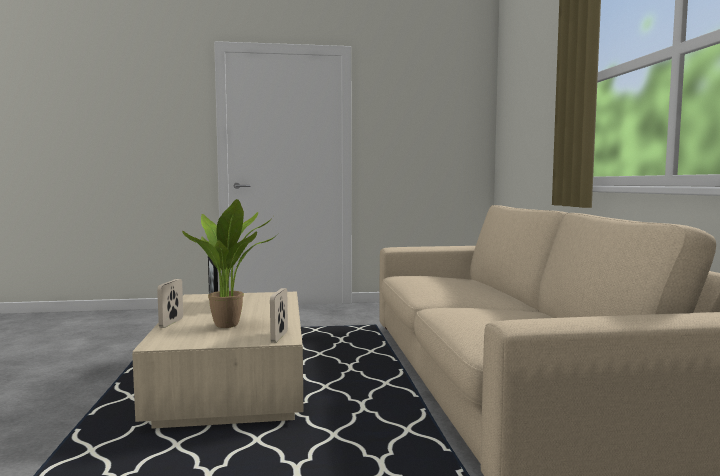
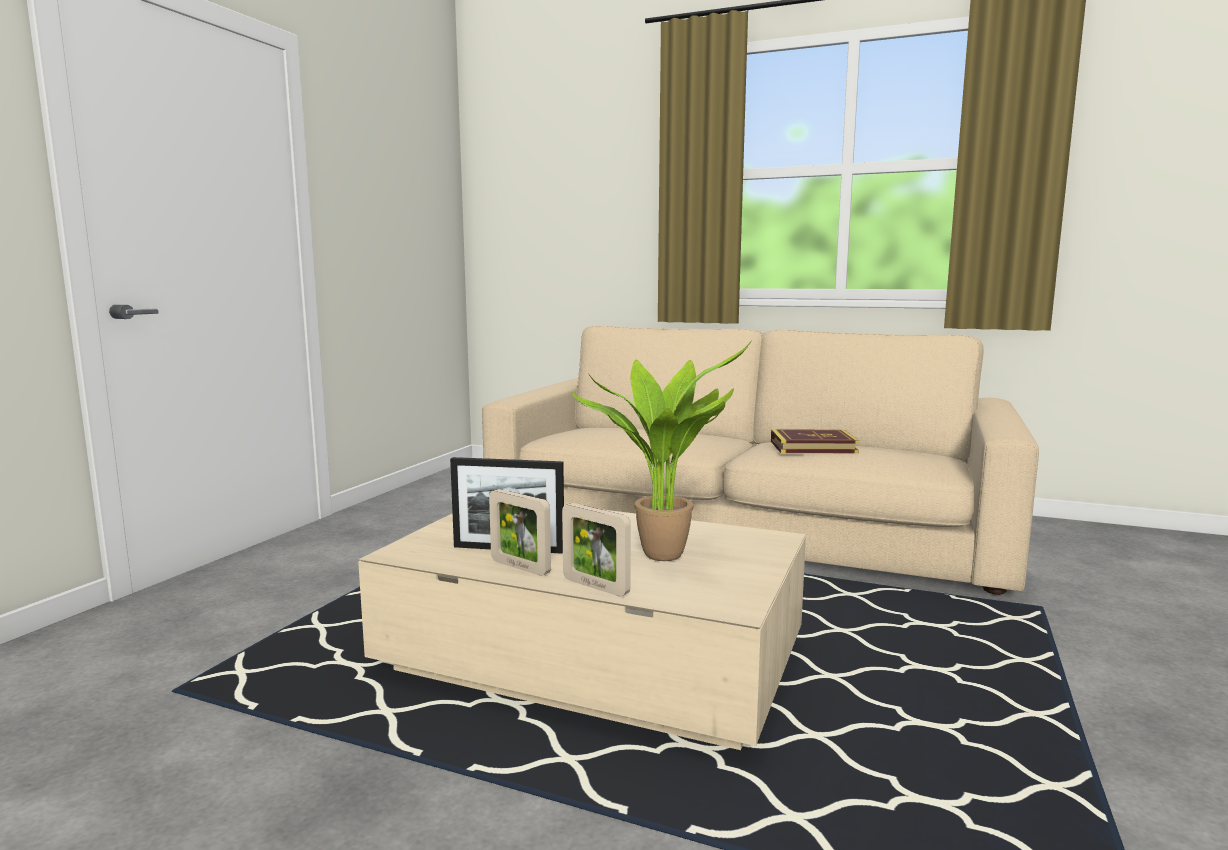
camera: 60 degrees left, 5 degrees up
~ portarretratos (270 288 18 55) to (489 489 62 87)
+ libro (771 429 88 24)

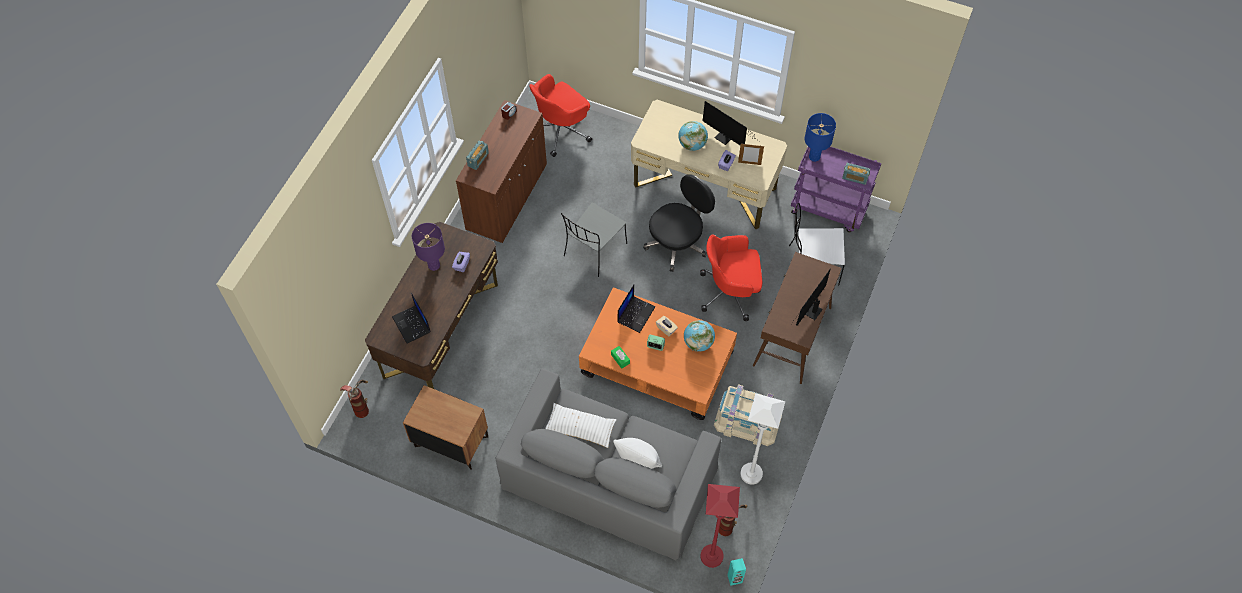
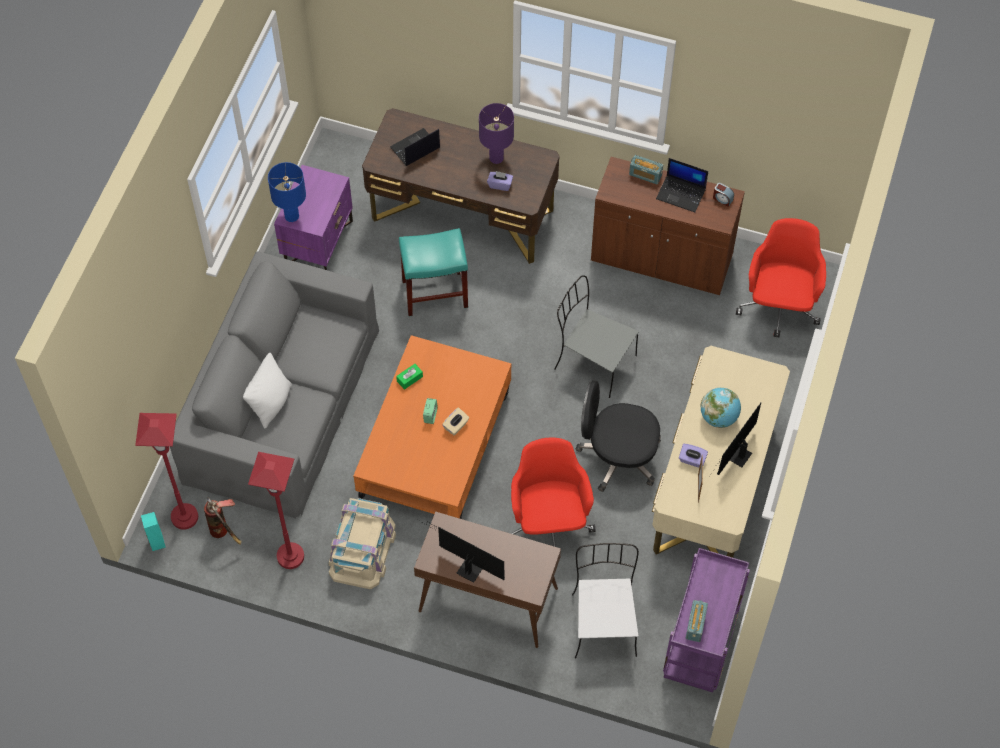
camera: 85 degrees right, 0 degrees up
- extintor (340 380 29 38)
~ mesita de noche/marrón (403 385 85 85) to mesita de noche/morado (274 165 79 105)
~ silla de oficina/rojo (529 74 63 83) = (736 218 90 119) 60 degrees clockwise
- cojín/blanco (545 403 72 45)
~ portátil (617 285 38 48) to (656 158 52 54)
~ silla de oficina/negro (643 174 72 98) = (575 380 86 112) 150 degrees clockwise
- globo terráqueo (684 320 31 32)
~ lámpara de pie/blanco (740 393 45 92) to lámpara de pie/rojo (248 452 56 117)
~ lámpara de mesa/azul (805 113 31 49) to (268 162 38 60)
+ taburete/turquesa (399 228 69 88)

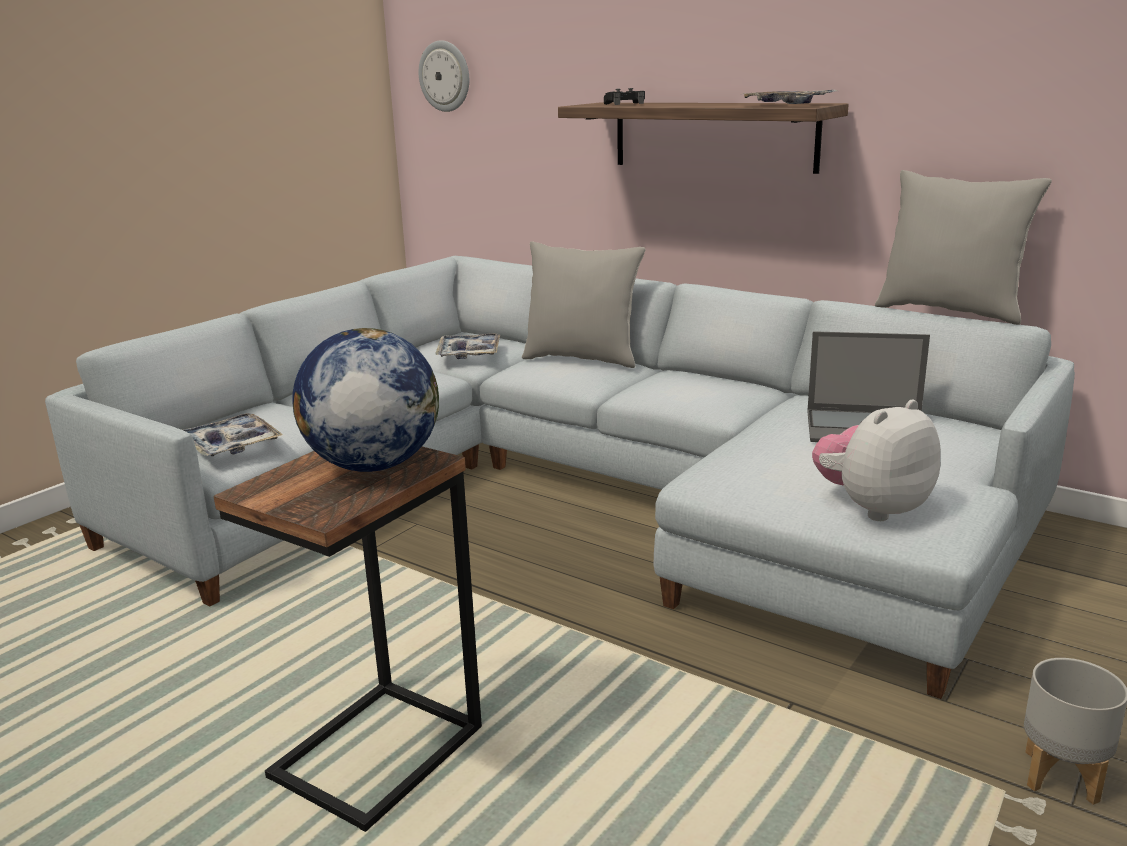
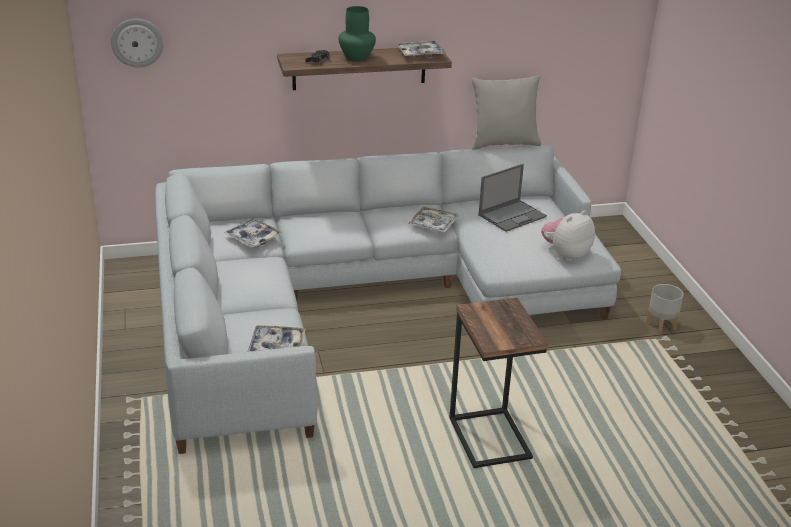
camera: 50 degrees left, 10 degrees up
- globo terráqueo (292 328 147 144)
- cojín/gris (522 241 124 127)
~ peluche (812 399 129 122) = (541 210 54 51) 45 degrees clockwise
+ florero/verde (338 6 38 56)
+ bandeja (408 206 51 26)

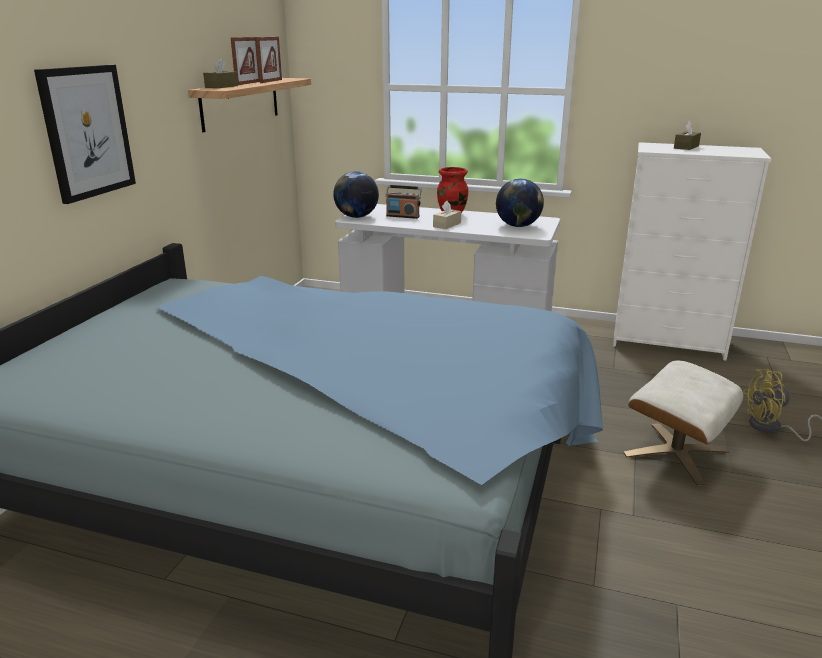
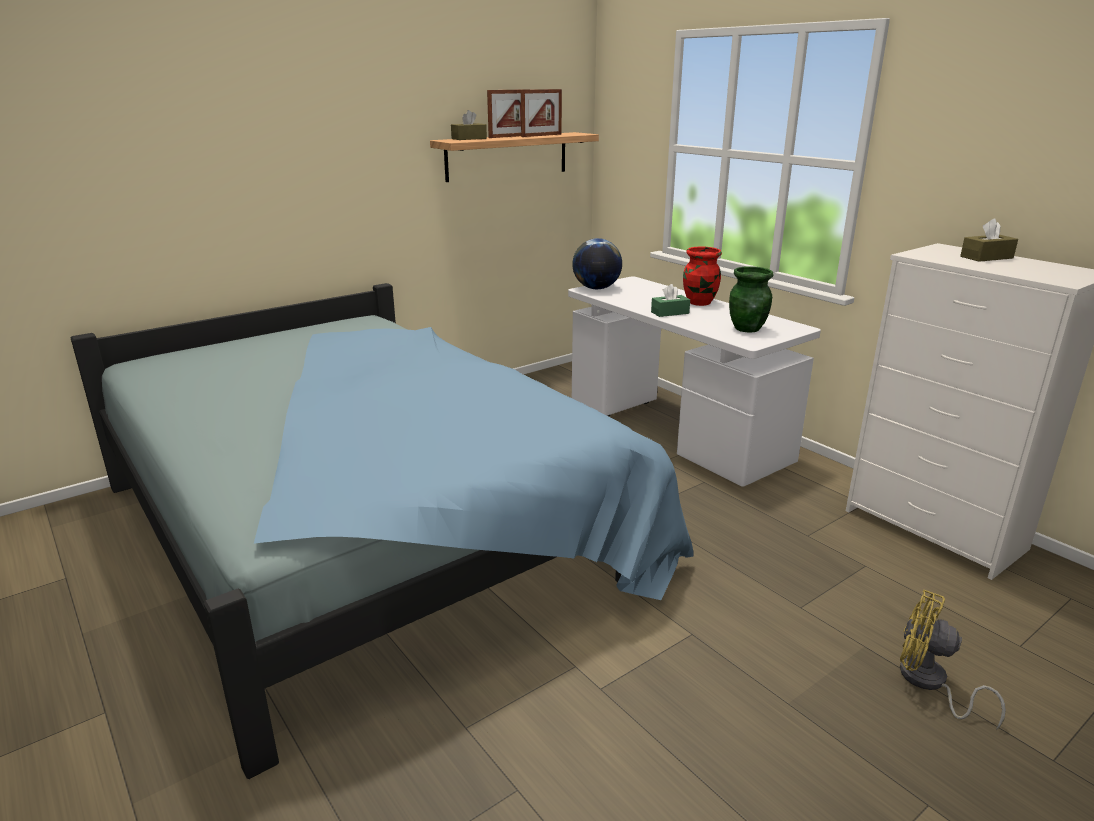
camera: 35 degrees right, 0 degrees up
- cuadro (34 65 102 139)
- radio (385 185 37 34)
~ caja de pañuelos/beis (433 201 28 28) to caja de pañuelos/verde (651 284 39 33)
~ globo terráqueo (496 178 48 49) to florero/verde (729 266 44 66)
- puf/beis (624 361 119 125)

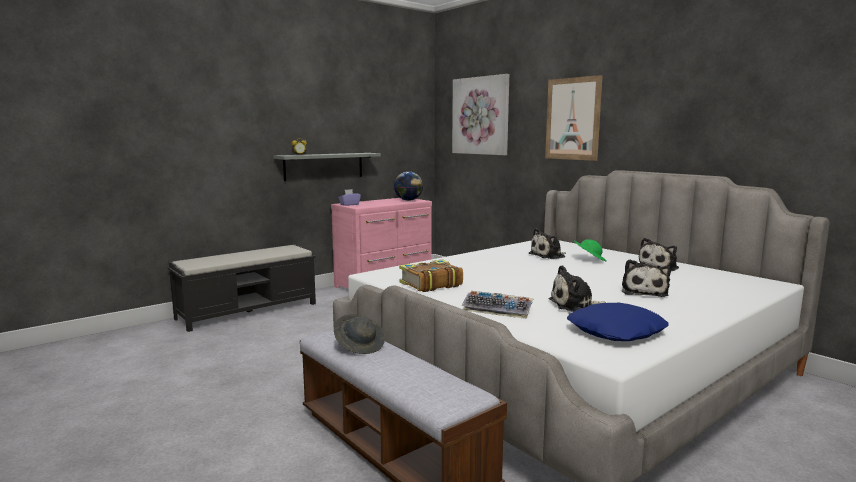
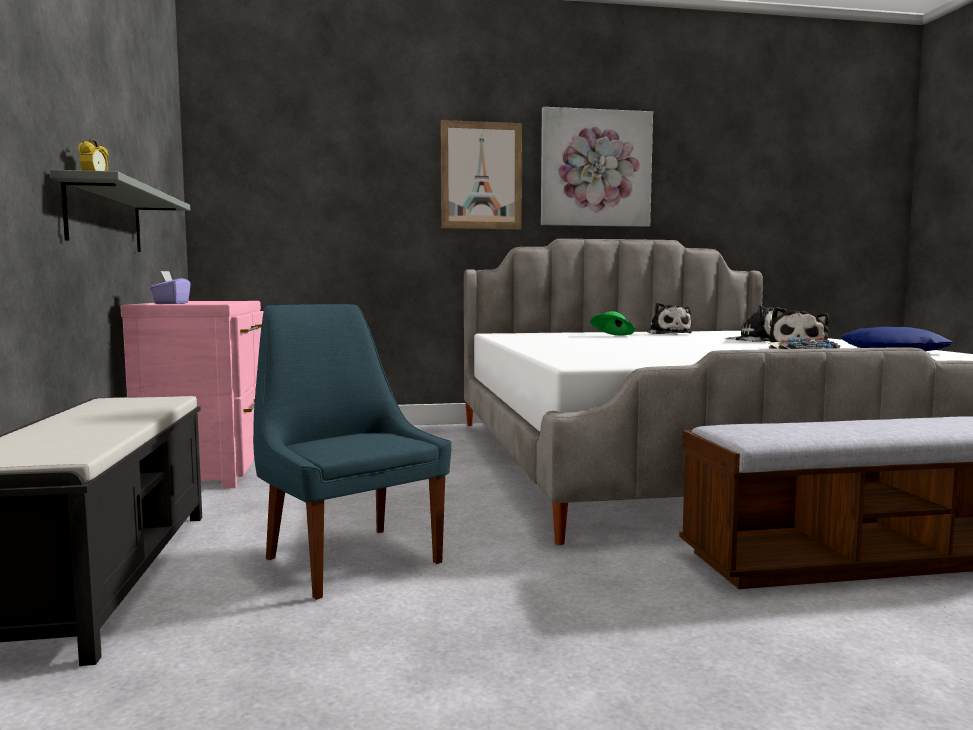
camera: 60 degrees left, 5 degrees down
- sombrero/gris (334 314 51 40)
- globo terráqueo (394 171 29 30)
- libro (399 259 64 33)
~ cuadro (452 74 57 81) to (541 107 112 120)
- peluche (528 228 38 31)
+ silla/azul (253 304 198 296)

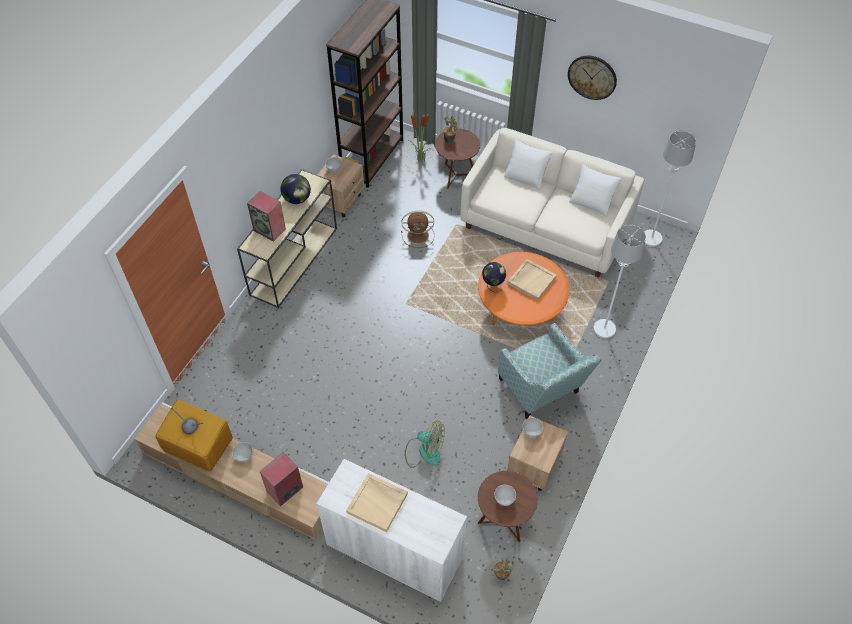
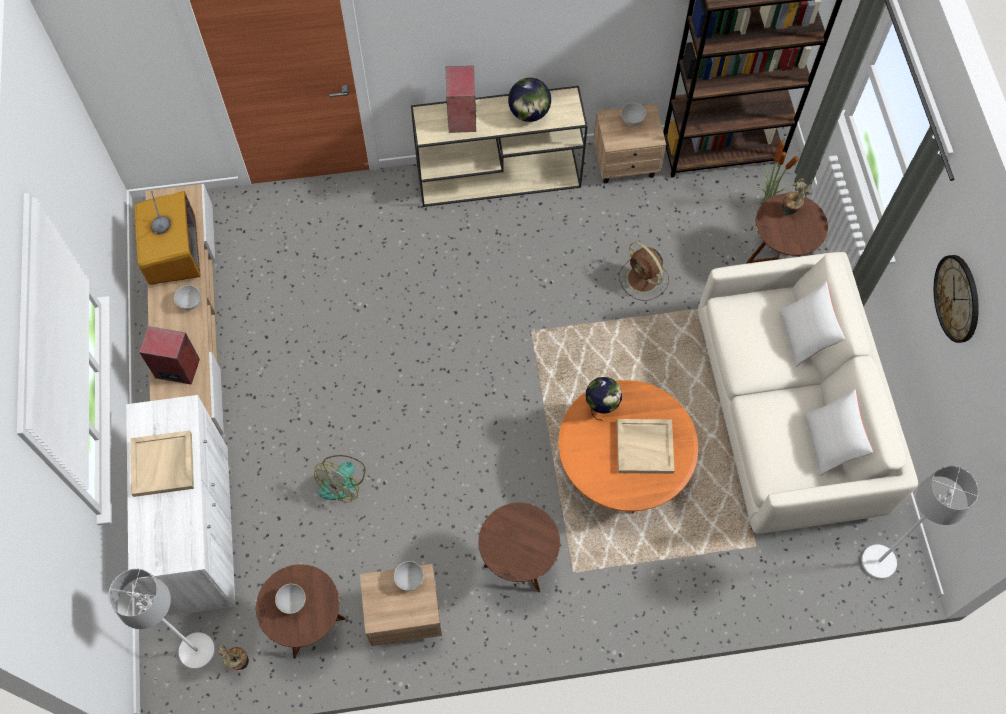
camera: 55 degrees right, 10 degrees up
~ ventilador (405 421 40 47) = (314 455 51 47) 45 degrees clockwise
~ sillón (498 323 103 96) to mesa auxiliar/marrón (479 503 81 89)
~ lámpara de pie/blanco (593 225 53 113) to (108 569 107 100)

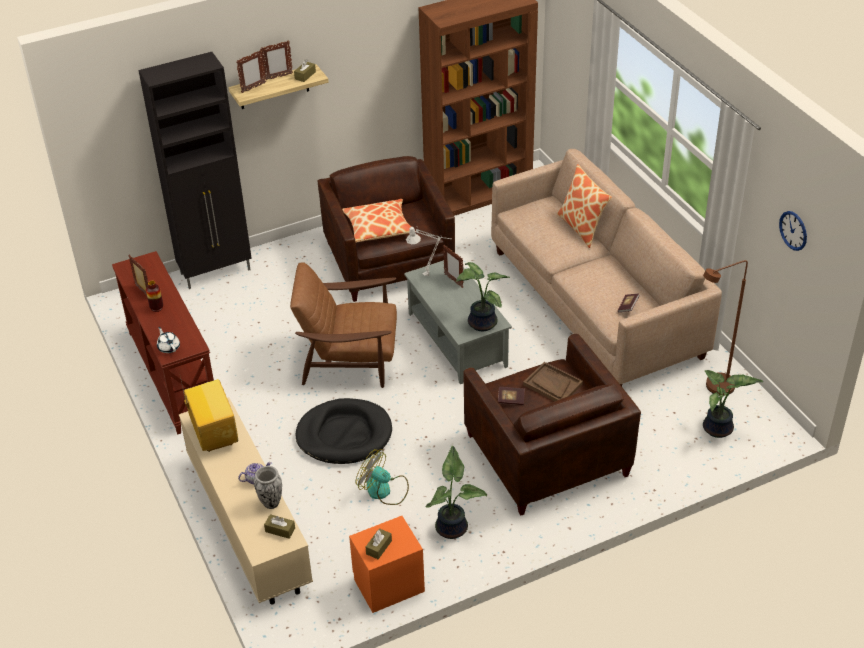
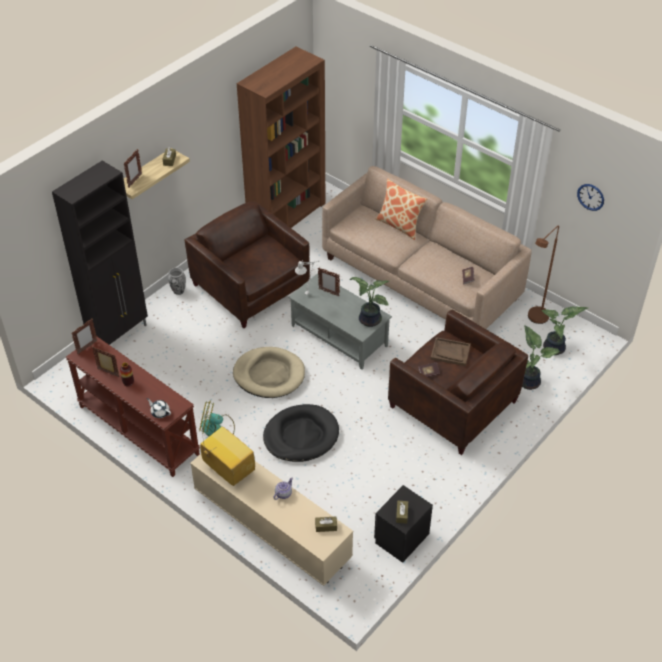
camera: 25 degrees left, 5 degrees up
~ florero (254 466 28 43) to (168 268 18 27)
~ portarretratos (260 41 33 39) to (71 318 26 36)
~ sillón/marrón (290 262 107 126) to cama para perro/beis (233 347 72 51)
- cojín (342 199 69 44)
~ mesita de noche/naranja (349 516 76 97) to mesita de noche/negro (374 485 59 78)
~ ventilador (355 449 54 56) to (199 400 36 36)
~ planta en maceta (426 446 61 93) to (522 325 37 65)

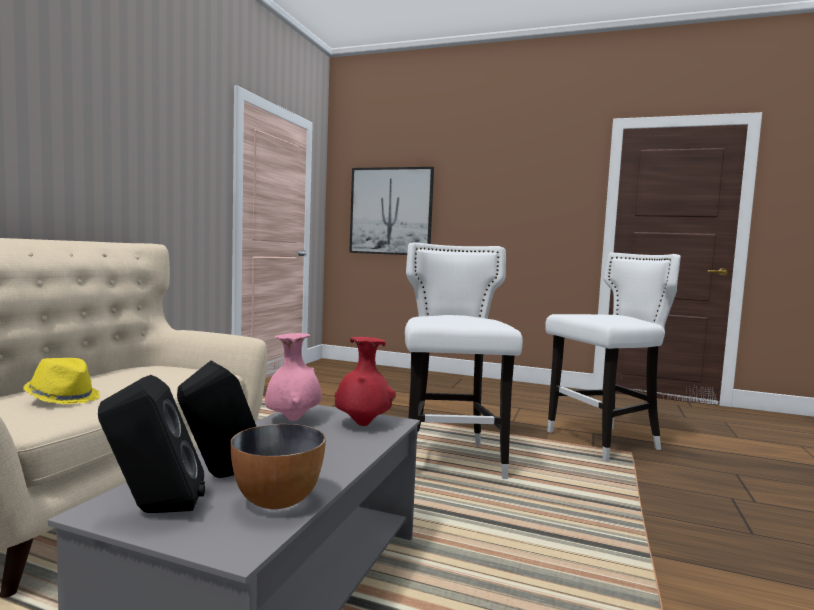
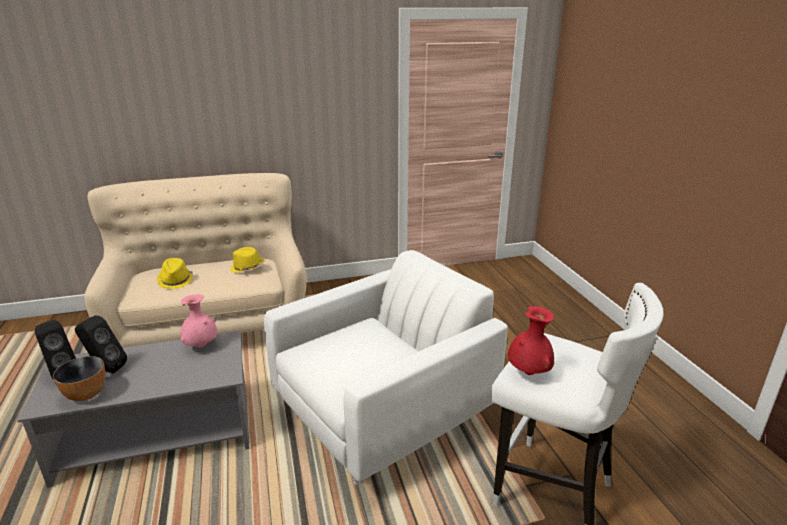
camera: 55 degrees right, 20 degrees up
~ florero/rojo (334 337 62 89) to (508 306 46 69)
- cuadro (349 167 85 88)
~ taburete/blanco (405 242 118 237) to sillón/blanco (264 250 244 235)
+ sombrero/amarillo (230 247 34 26)

